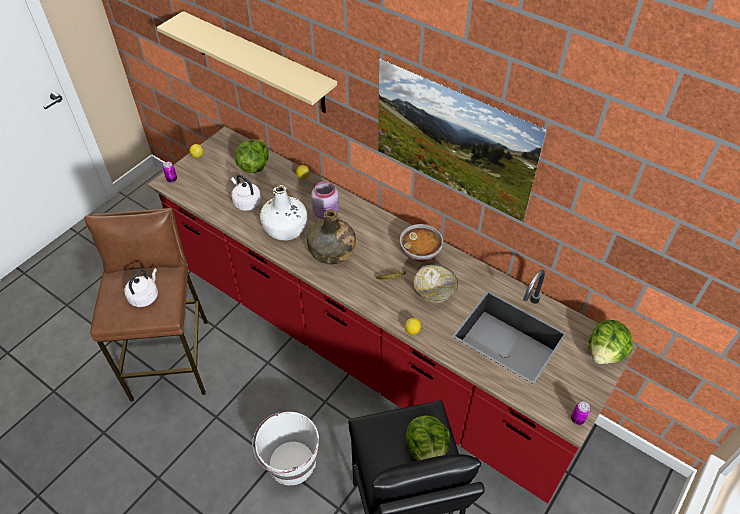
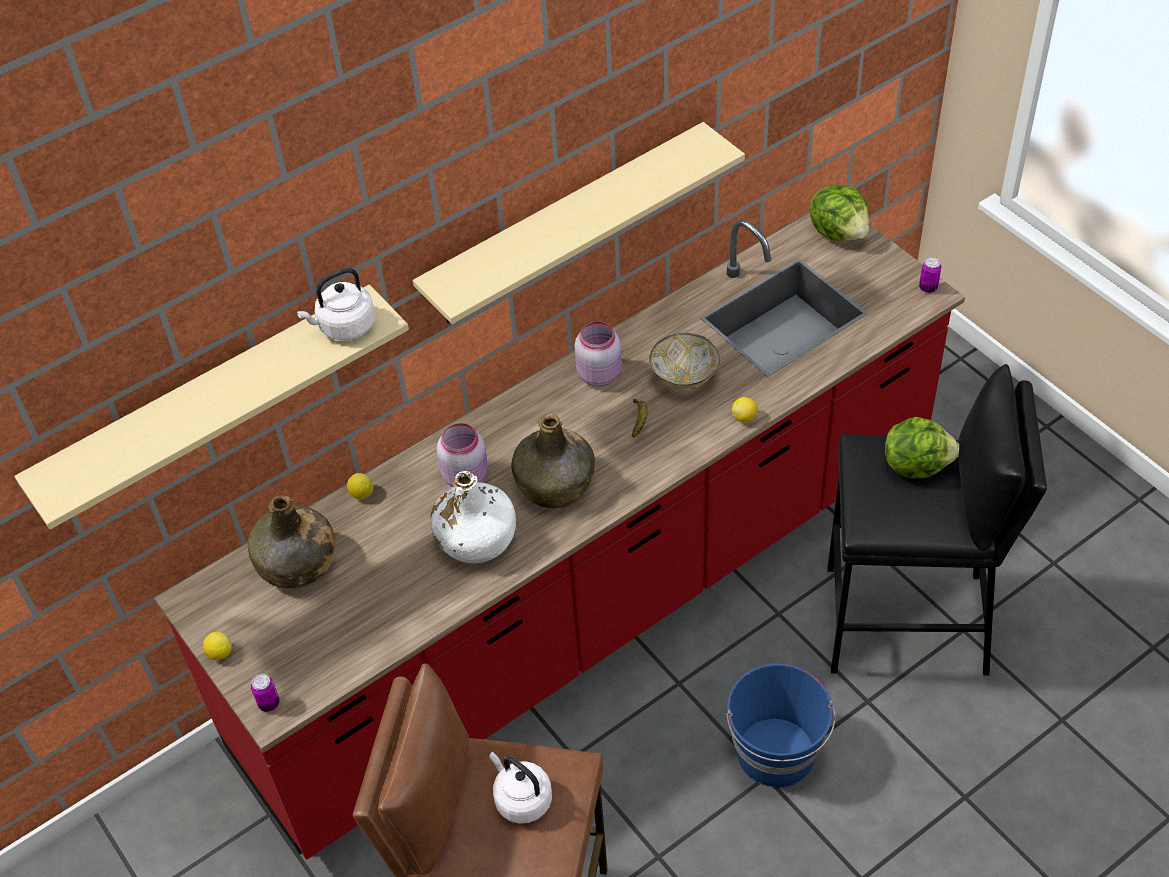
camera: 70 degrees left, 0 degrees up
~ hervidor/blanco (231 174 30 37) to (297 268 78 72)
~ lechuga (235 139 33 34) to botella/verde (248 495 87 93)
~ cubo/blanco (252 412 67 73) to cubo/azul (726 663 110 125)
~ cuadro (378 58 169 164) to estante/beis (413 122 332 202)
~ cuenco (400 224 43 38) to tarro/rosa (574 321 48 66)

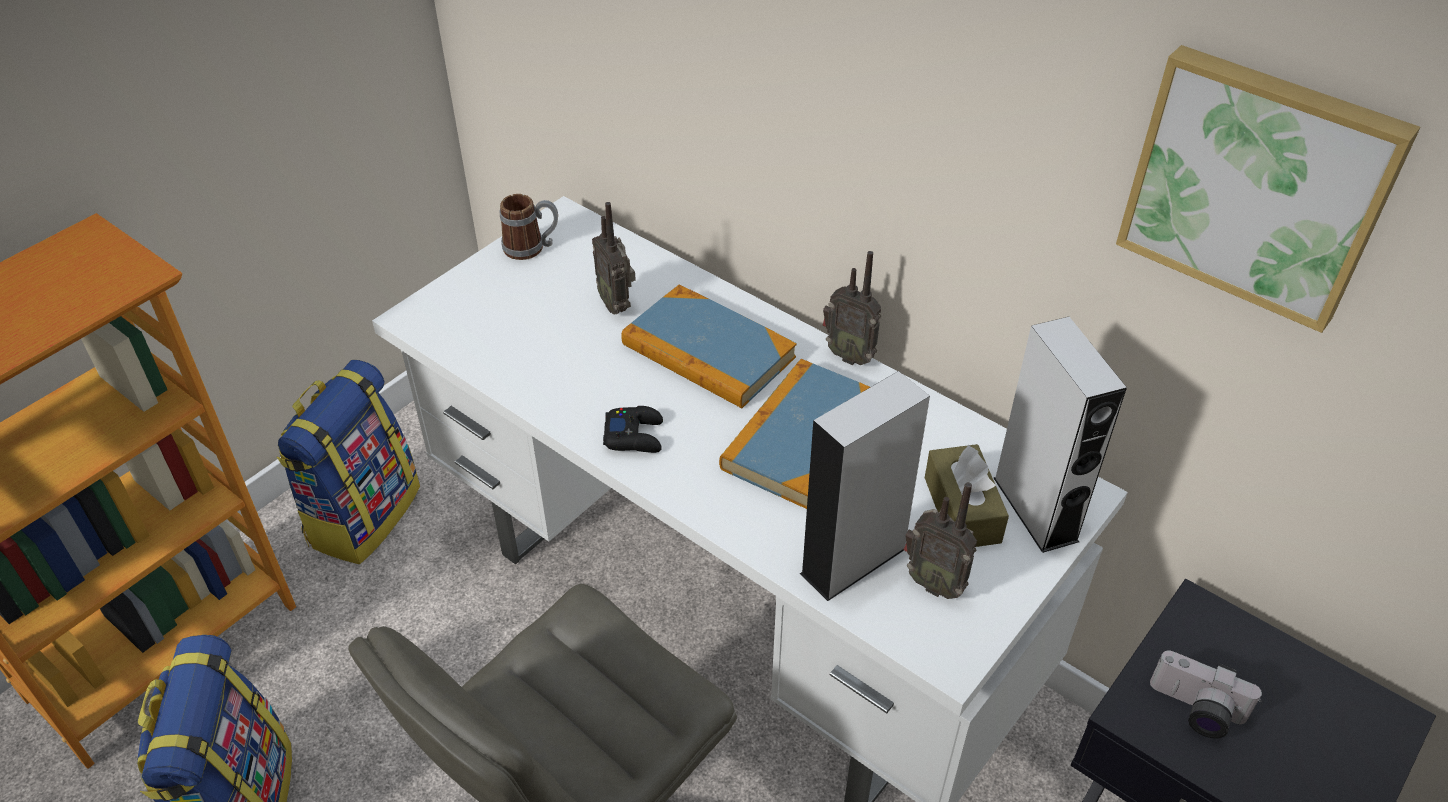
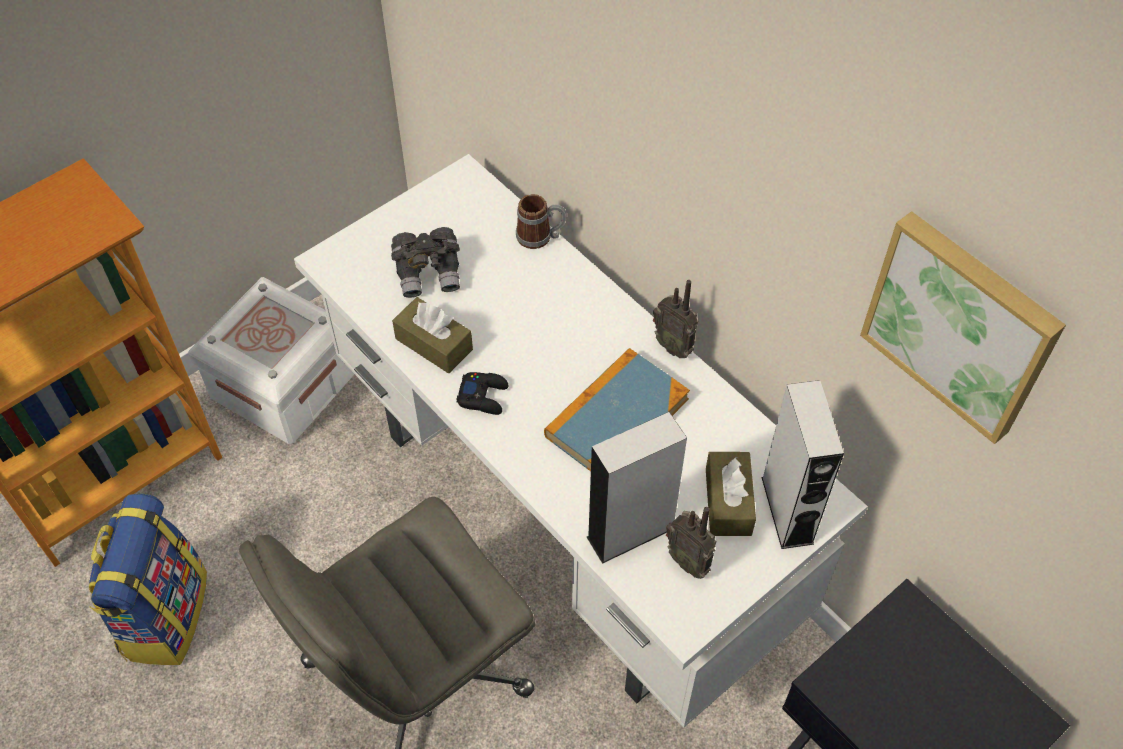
camera: 10 degrees right, 10 degrees up
~ mochila (277 360 143 204) to caja de almacenaje/blanco (188 277 166 167)
~ taza grande (499 194 59 66) to (516 194 51 55)
- radio (592 202 44 113)
- libro (621 284 176 124)
- cámara (1150 650 112 88)
+ prismáticos/gris (391 227 69 71)
+ caja de pañuelos/marrón (392 297 81 76)

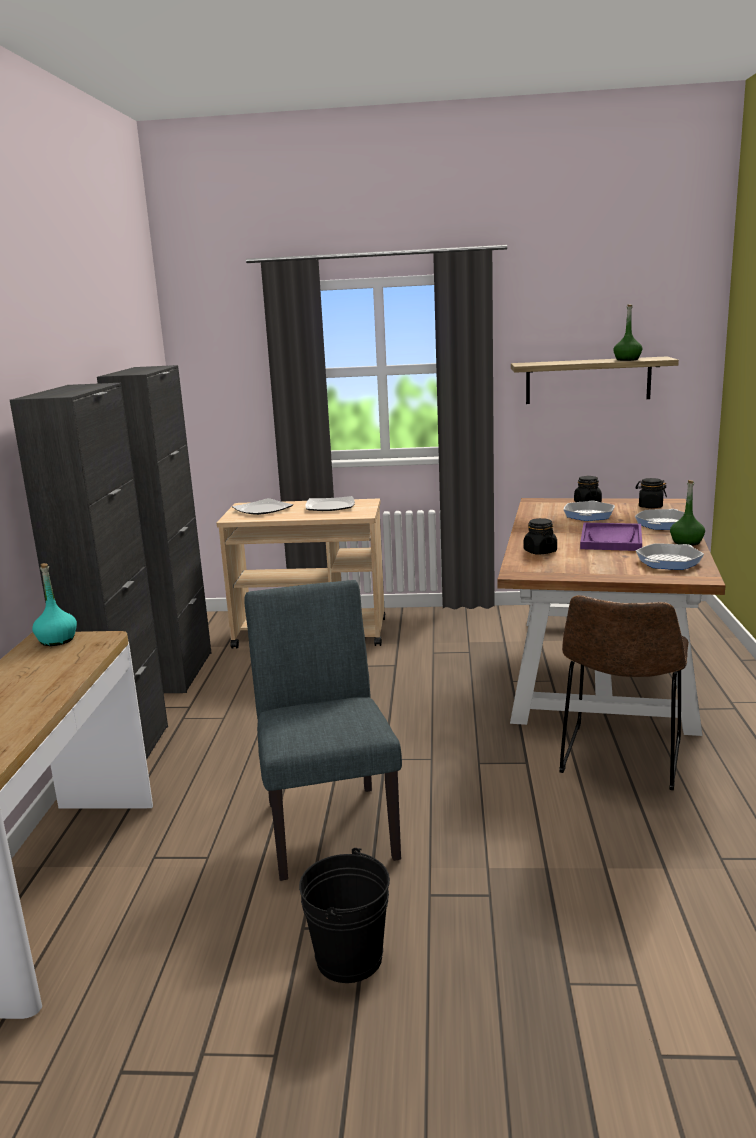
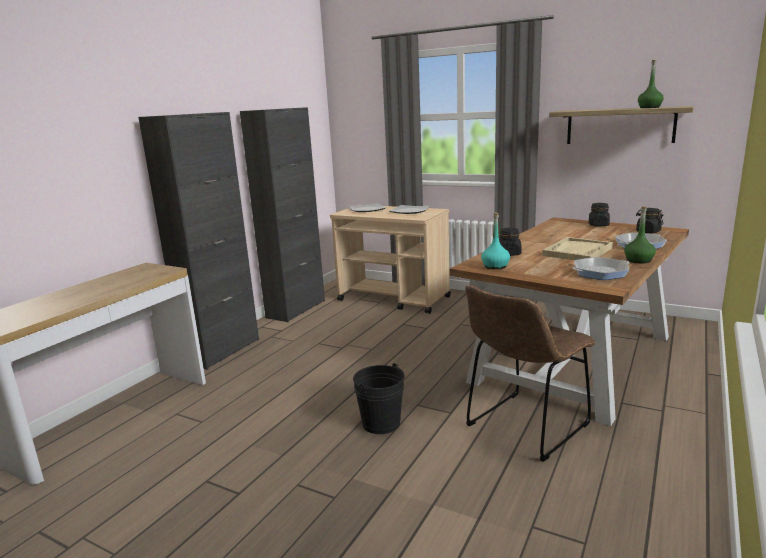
camera: 25 degrees right, 0 degrees up
~ botella/turquesa (32 563 45 83) to (481 213 29 56)
- silla/gris (244 580 158 301)
~ cubo/negro (299 848 91 135) to (353 363 51 71)
- sartén (564 501 51 20)
~ bandeja/morado (580 523 62 28) to bandeja/beis (542 237 71 23)

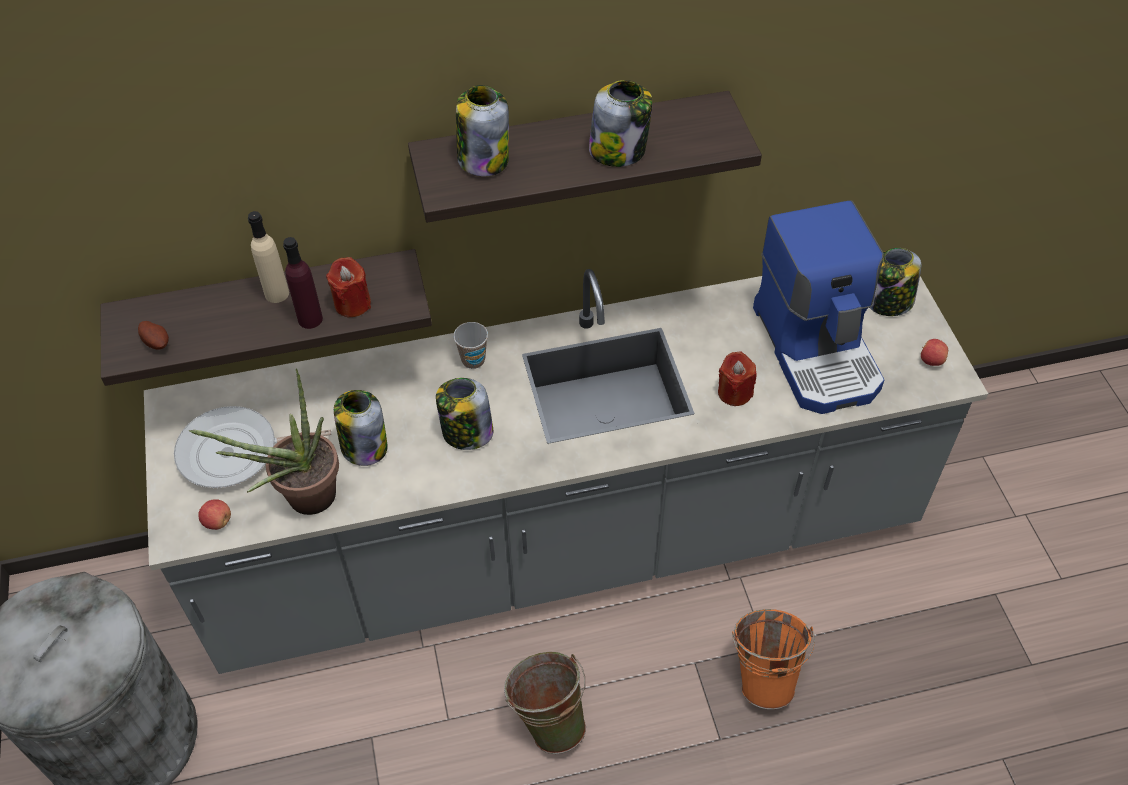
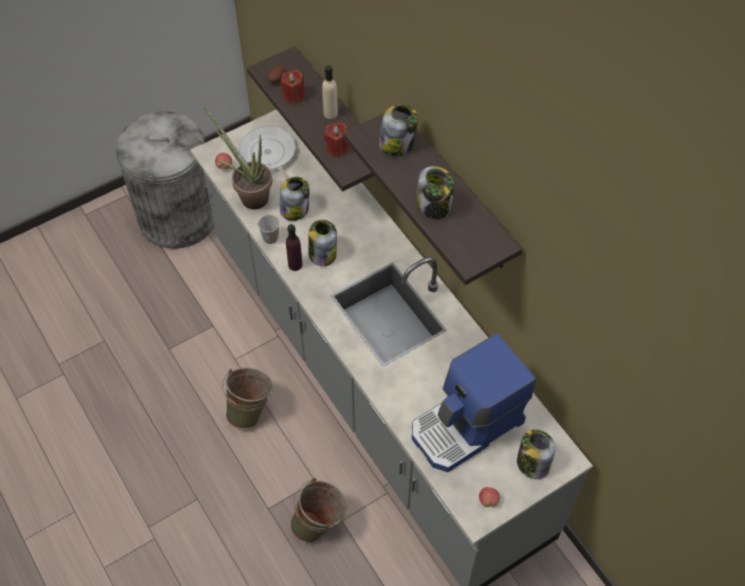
camera: 70 degrees right, 5 degrees up
~ botella/morado (283 237 40 92) to (286 224 16 47)
~ taza (453 322 35 47) to (258 215 22 29)
~ vela/rojo (718 351 39 55) to (280 70 25 35)
~ cubo/naranja (732 609 83 101) to cubo/verde (290 478 57 65)

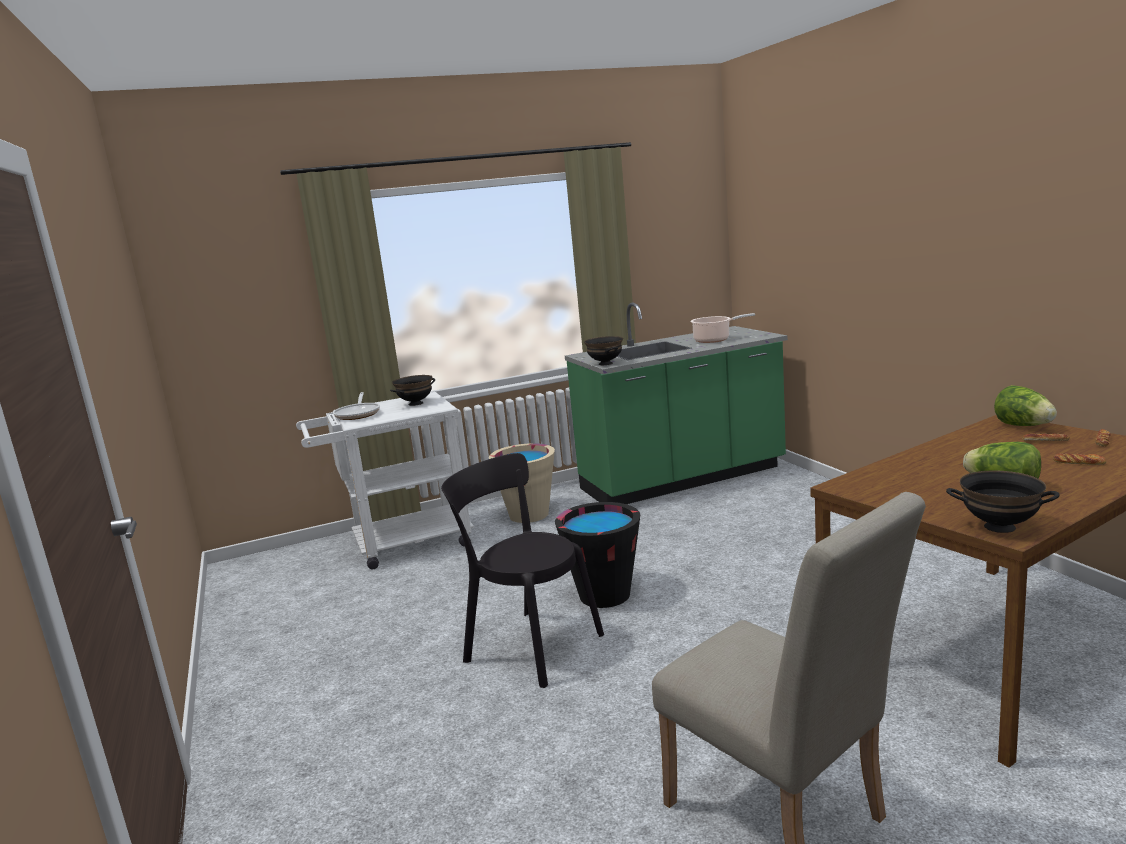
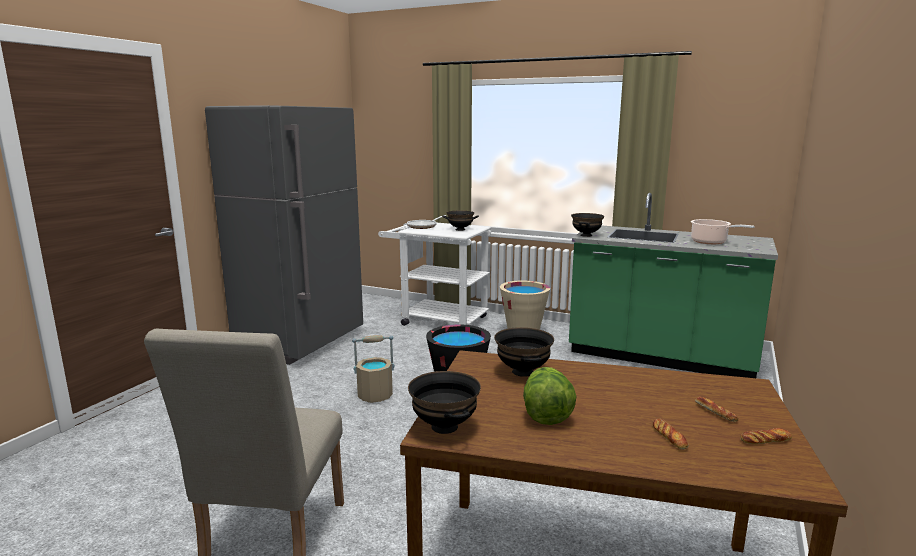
camera: 45 degrees right, 0 degrees up
~ silla/negro (441 453 163 235) to cubo/beis (352 335 43 68)
- lechuga (994 385 63 41)
+ nevera/gris (205 105 158 260)
+ cuenco/negro (494 327 60 50)

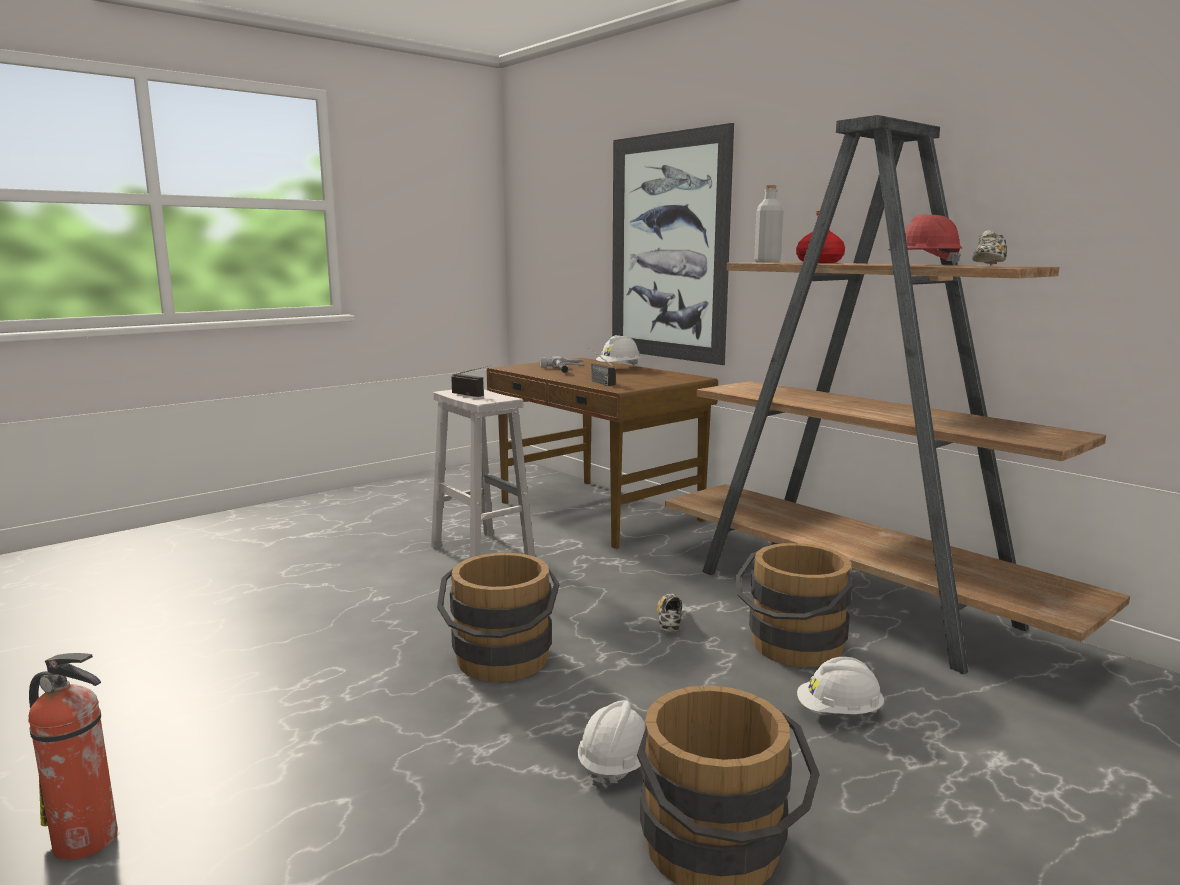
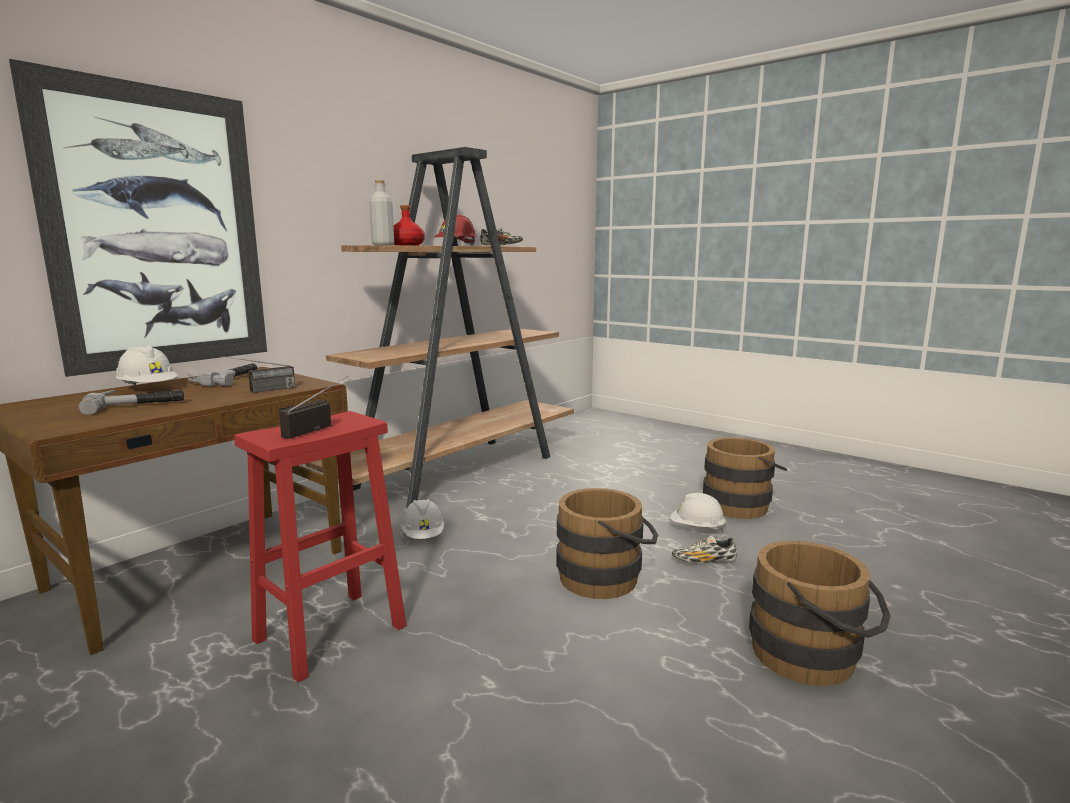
camera: 100 degrees left, 0 degrees up
- extintor (28 653 90 207)
~ taburete/blanco (431 389 104 169) to taburete/rojo (234 411 172 272)
~ zapato (657 593 25 40) to (672 535 65 29)
~ cubo/marrón (736 543 117 124) to (749 541 142 145)
~ casco/blanco (797 657 87 57) to (401 499 43 40)
+ martillo (187 363 70 23)

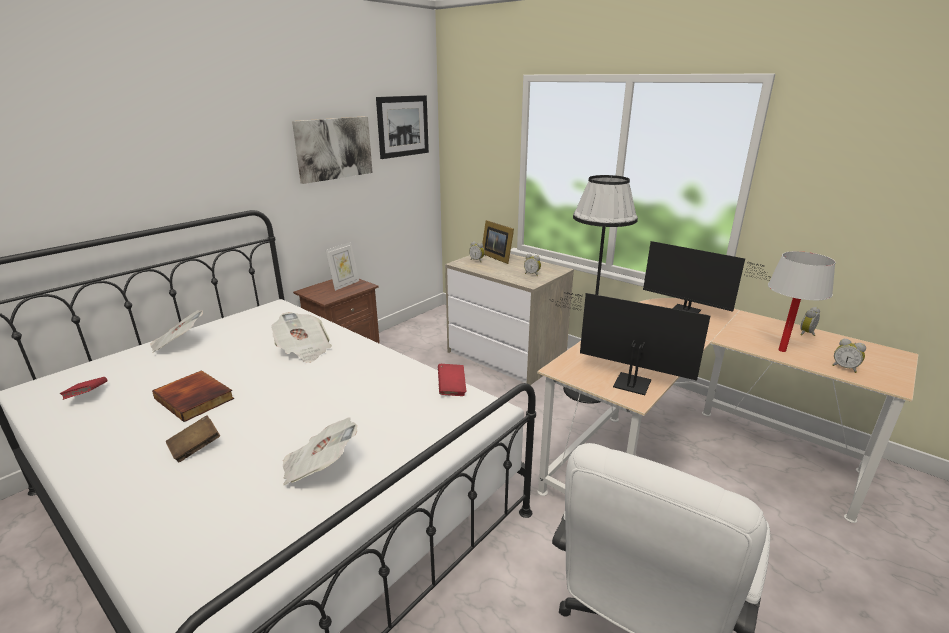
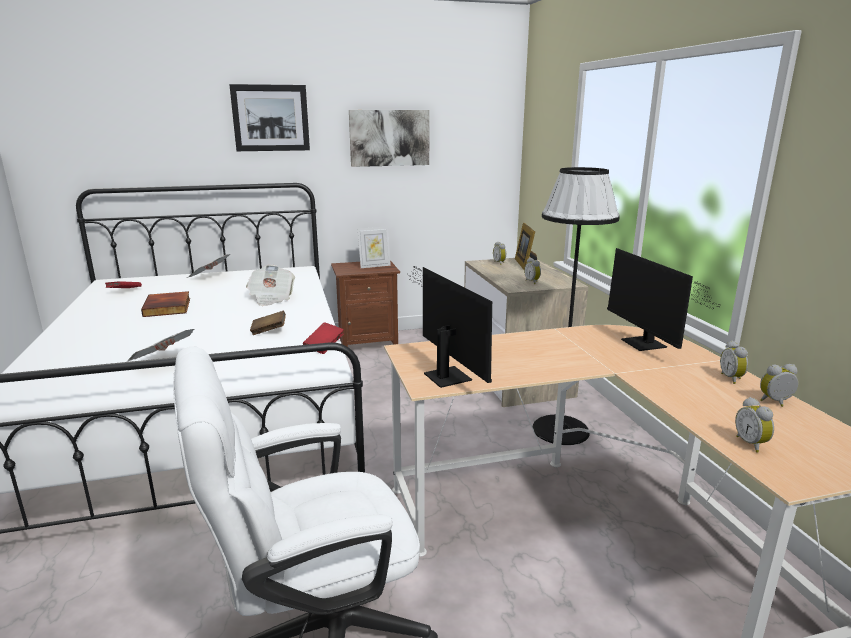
camera: 35 degrees right, 5 degrees down
~ libro/marrón (166 415 54 47) to (250 310 36 25)
~ cuadro (376 95 53 64) to (229 84 81 67)
- lámpara de mesa/blanco (768 251 68 101)
+ despertador (720 341 28 43)

